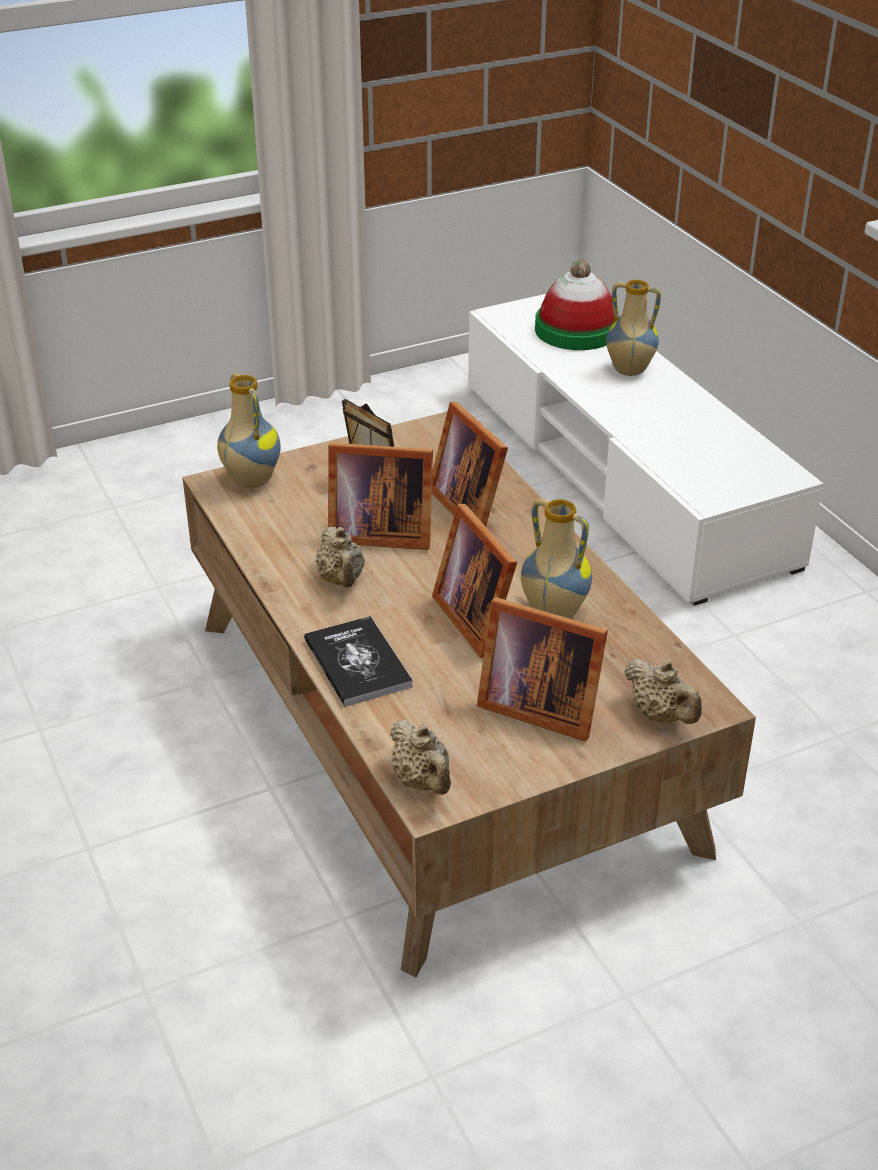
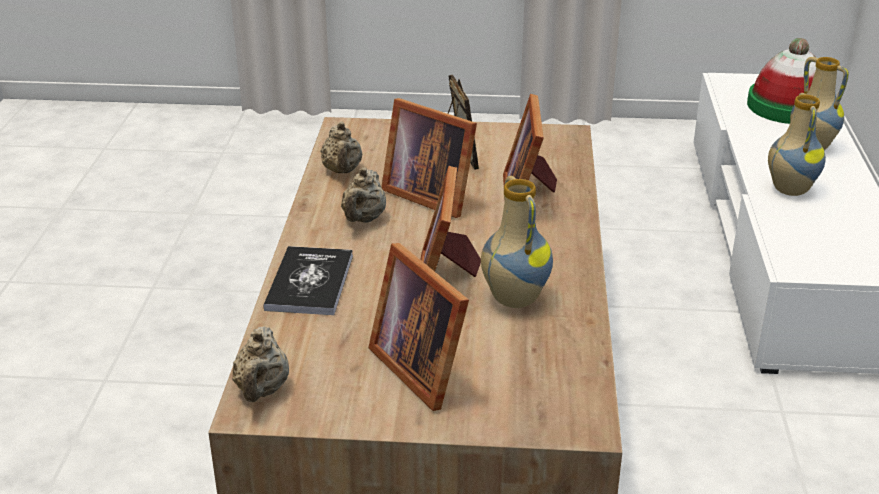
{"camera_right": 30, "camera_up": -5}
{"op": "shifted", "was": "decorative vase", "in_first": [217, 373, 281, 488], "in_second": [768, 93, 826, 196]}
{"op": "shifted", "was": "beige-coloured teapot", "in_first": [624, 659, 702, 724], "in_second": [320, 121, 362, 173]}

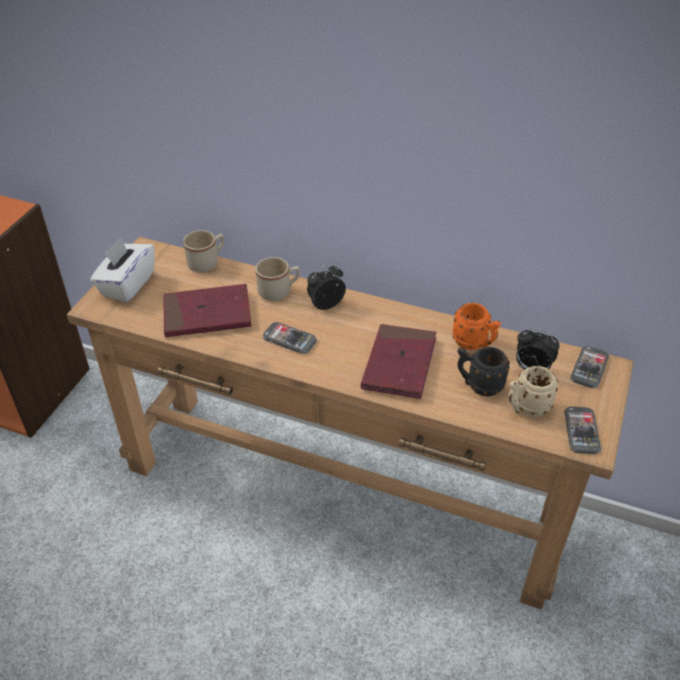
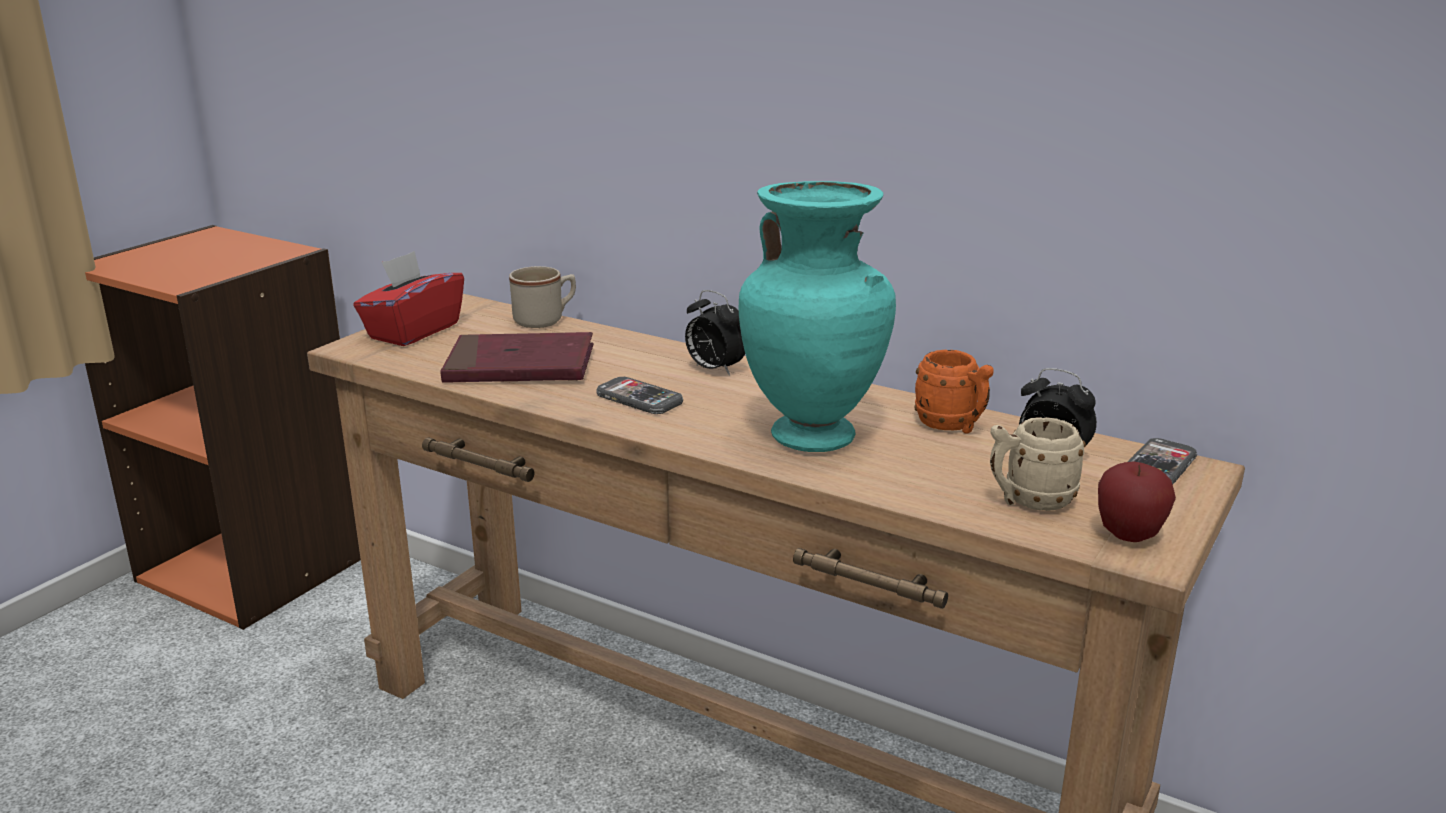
{"camera_right": 10, "camera_up": -20}
{"op": "repainted", "was": "whitish tissue box", "now": "red tissue box", "in_first": [90, 237, 155, 302], "in_second": [353, 251, 464, 346]}
{"op": "gone", "was": "beige-coloured coffee mug", "in_first": [255, 257, 300, 301]}
{"op": "rotated", "was": "table clock", "in_first": [307, 264, 346, 310], "in_second": [685, 290, 745, 376], "clockwise": -120}
{"op": "swapped", "was": "red book", "now": "turquoise decorative vase", "in_first": [361, 324, 436, 399], "in_second": [739, 181, 896, 452]}
{"op": "gone", "was": "black coffee mug", "in_first": [457, 347, 510, 396]}
{"op": "swapped", "was": "phone", "now": "apple fruit", "in_first": [564, 407, 601, 454], "in_second": [1098, 461, 1176, 542]}

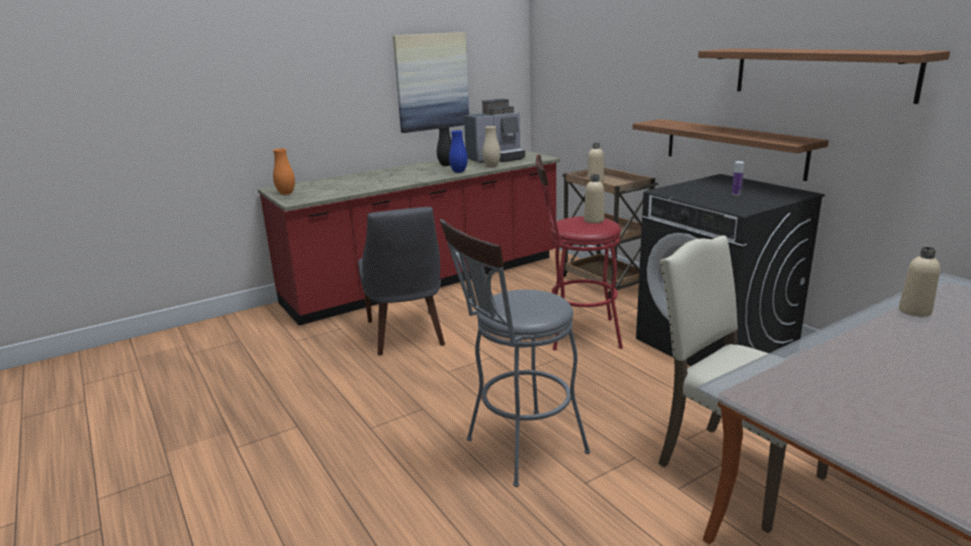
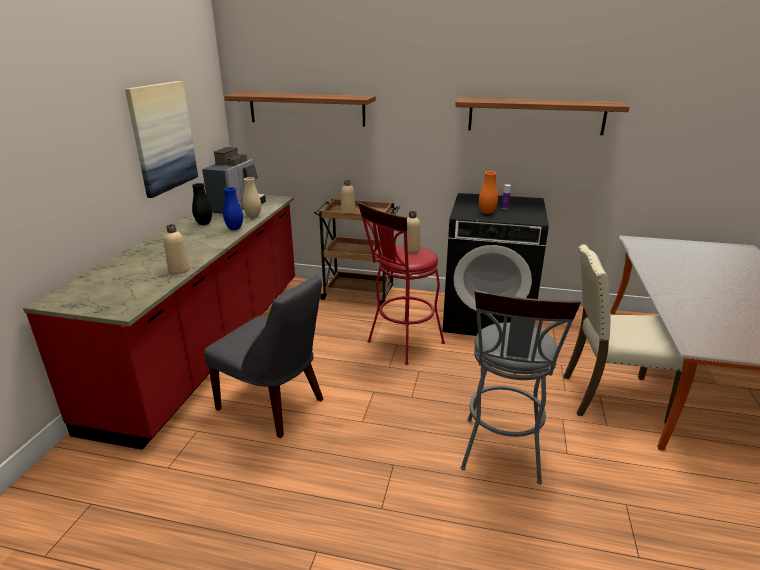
{"camera_right": -45, "camera_up": 5}
{"op": "shifted", "was": "bracket shelf", "in_first": [633, 119, 829, 181], "in_second": [224, 92, 376, 126]}
{"op": "shifted", "was": "orange-coloured decorative vase", "in_first": [273, 148, 295, 195], "in_second": [479, 171, 498, 214]}
{"op": "shifted", "was": "beige-coloured drink bottle", "in_first": [899, 247, 940, 317], "in_second": [164, 224, 190, 274]}

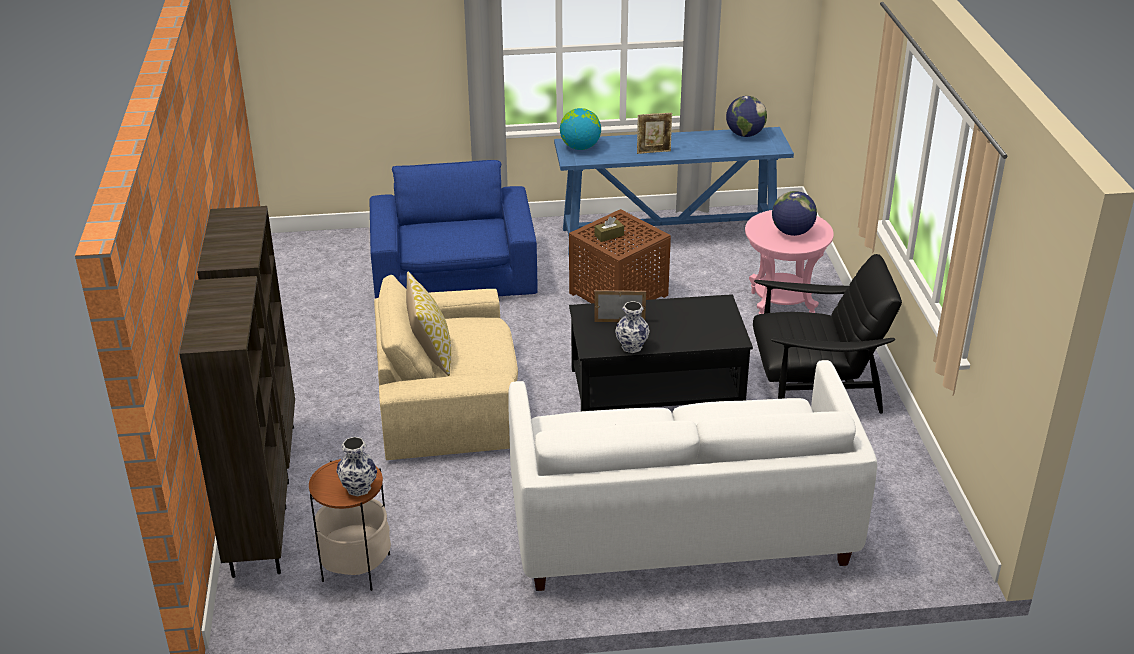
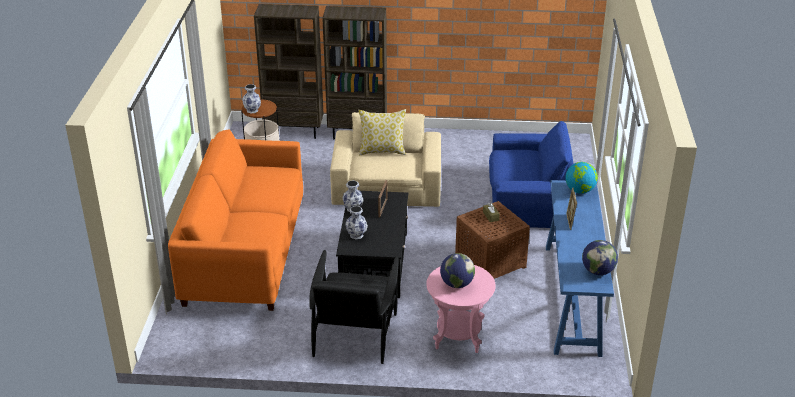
{"camera_right": 100, "camera_up": 0}
{"op": "repainted", "was": "whitish couch", "now": "orange-coloured couch", "in_first": [508, 360, 877, 591], "in_second": [168, 130, 303, 311]}
{"op": "new", "now": "decorative vase", "in_second": [345, 206, 368, 239]}

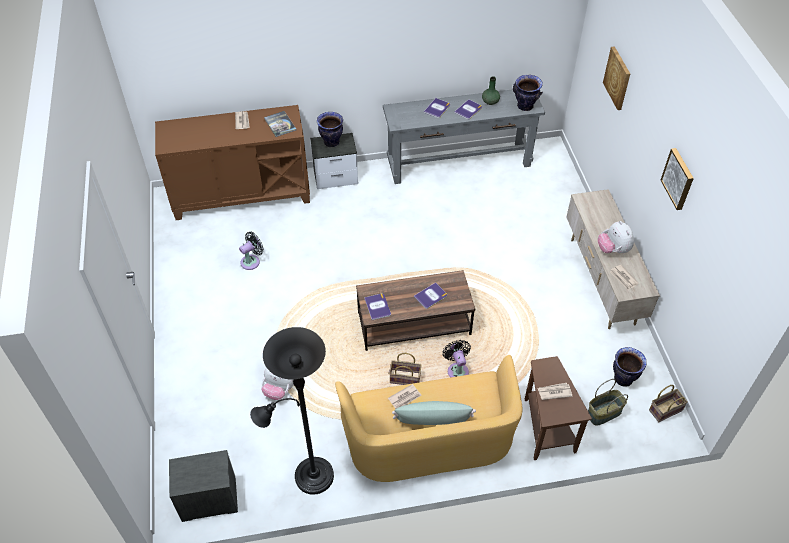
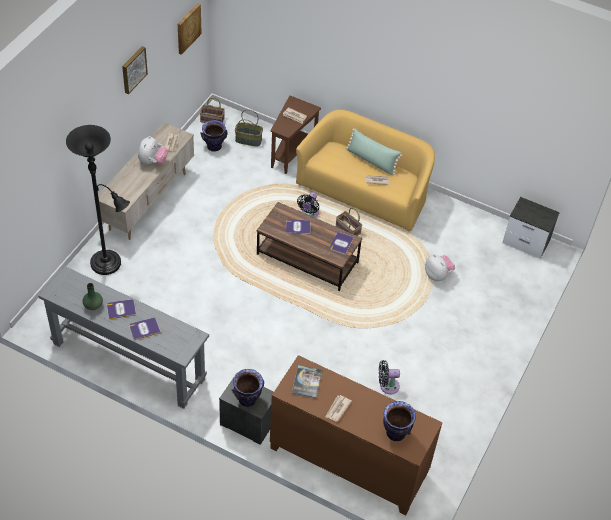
{"camera_right": -145, "camera_up": 0}
{"op": "shifted", "was": "wall picture", "in_first": [603, 46, 630, 110], "in_second": [178, 3, 202, 55]}
{"op": "shifted", "was": "decorative vase", "in_first": [513, 75, 543, 111], "in_second": [383, 401, 416, 441]}
{"op": "shifted", "was": "black standard lamp", "in_first": [250, 327, 334, 495], "in_second": [66, 125, 130, 275]}

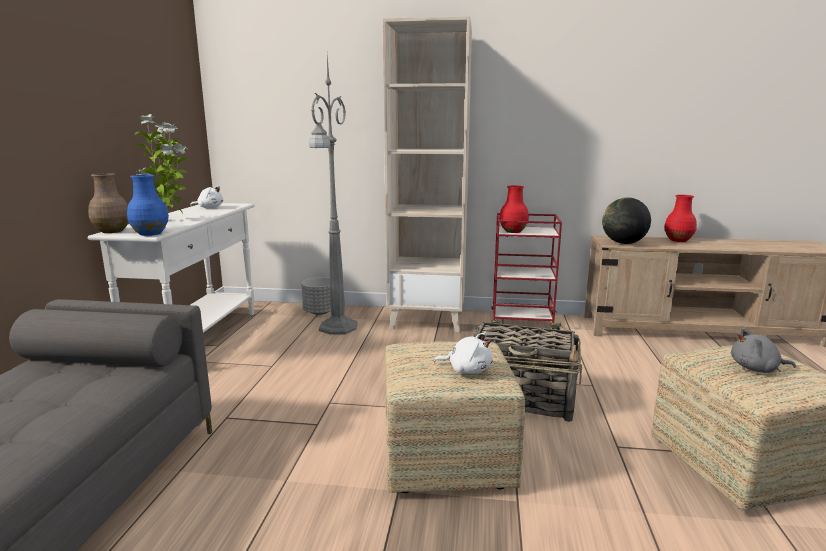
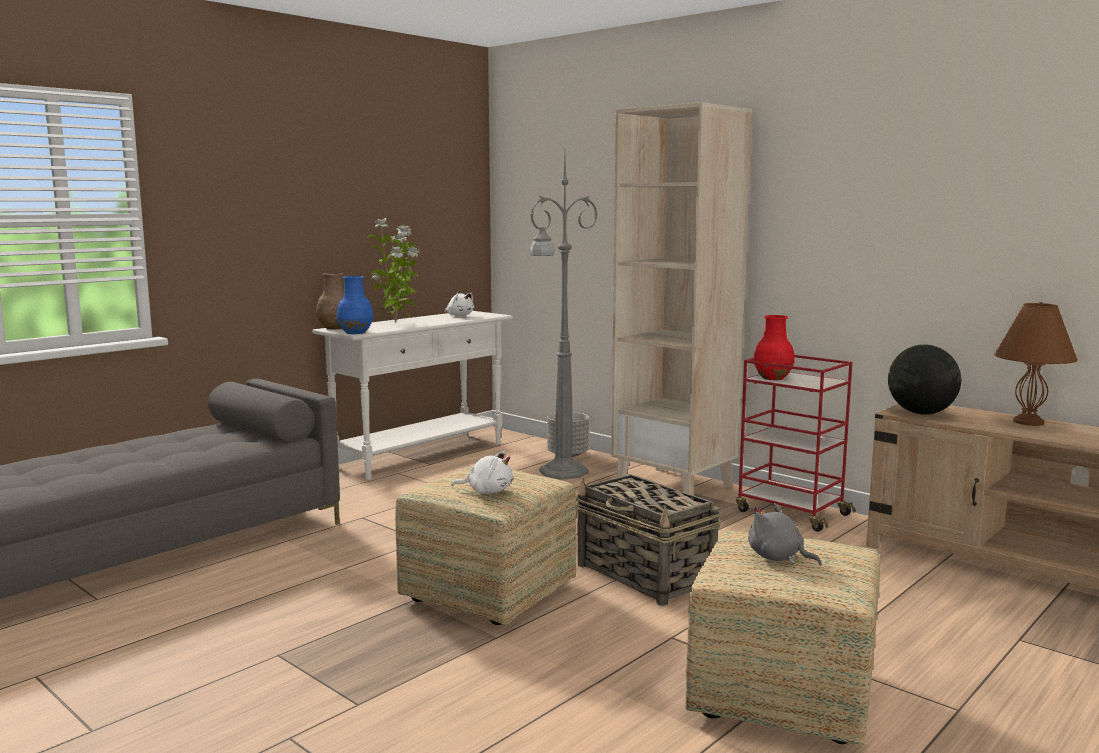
{"camera_right": 35, "camera_up": -5}
{"op": "swapped", "was": "red decorative vase", "now": "brown-coloured table lamp", "in_first": [664, 195, 697, 242], "in_second": [994, 302, 1078, 426]}
{"op": "rotated", "was": "whitish plush toy", "in_first": [434, 332, 493, 374], "in_second": [452, 451, 513, 493], "clockwise": -45}

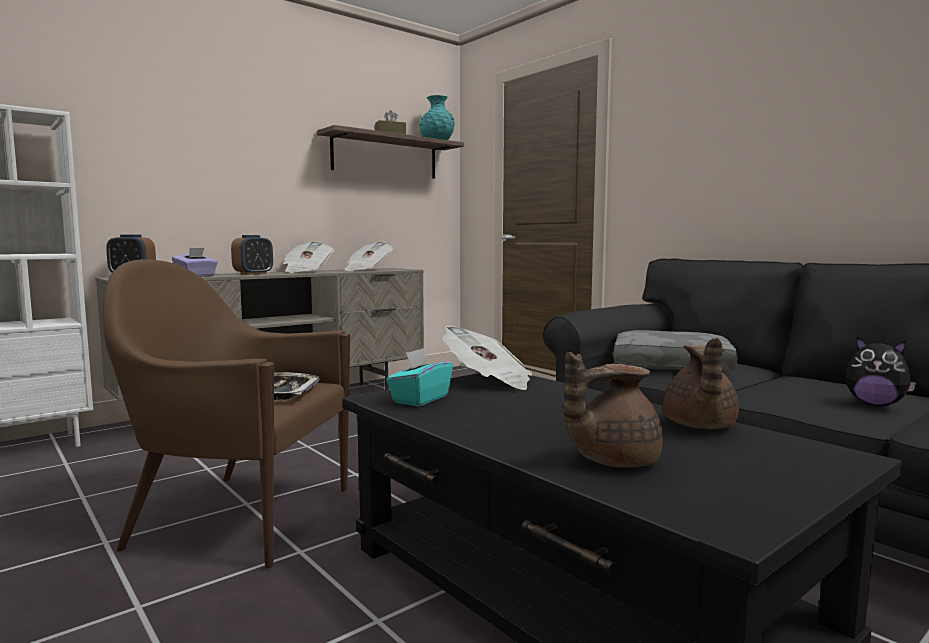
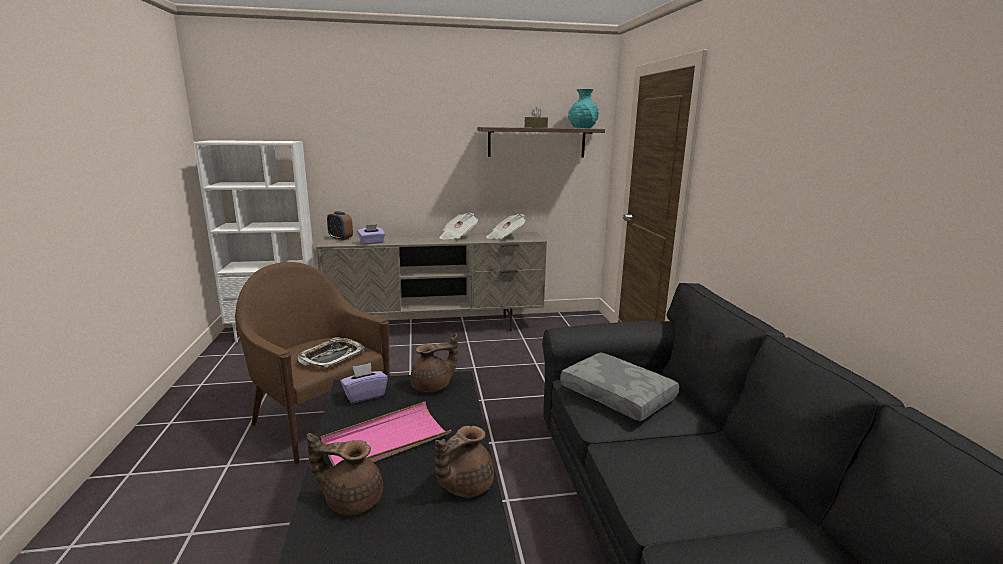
{"camera_right": 30, "camera_up": 10}
{"op": "gone", "was": "table clock", "in_first": [231, 235, 273, 275]}
{"op": "swapped", "was": "printed paper", "now": "brown-coloured teapot", "in_first": [442, 326, 532, 390], "in_second": [410, 333, 458, 392]}
{"op": "gone", "was": "plush toy", "in_first": [846, 337, 917, 406]}
{"op": "repainted", "was": "turquoise tissue box", "now": "purple-coloured tissue box", "in_first": [386, 348, 453, 407], "in_second": [340, 363, 388, 403]}
{"op": "new", "now": "pink-coloured tray", "in_second": [321, 402, 452, 466]}

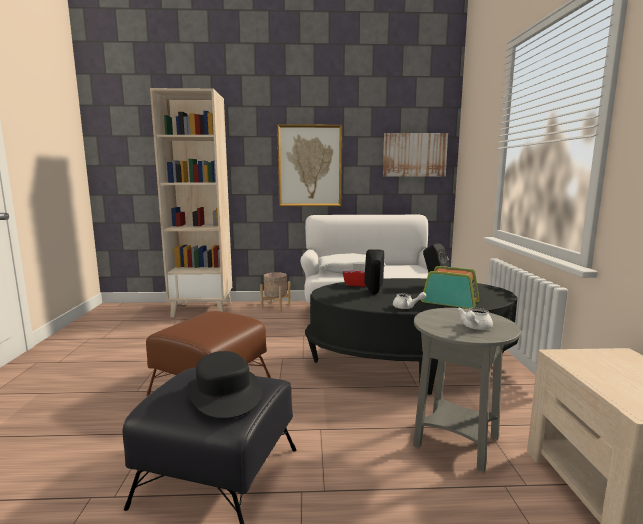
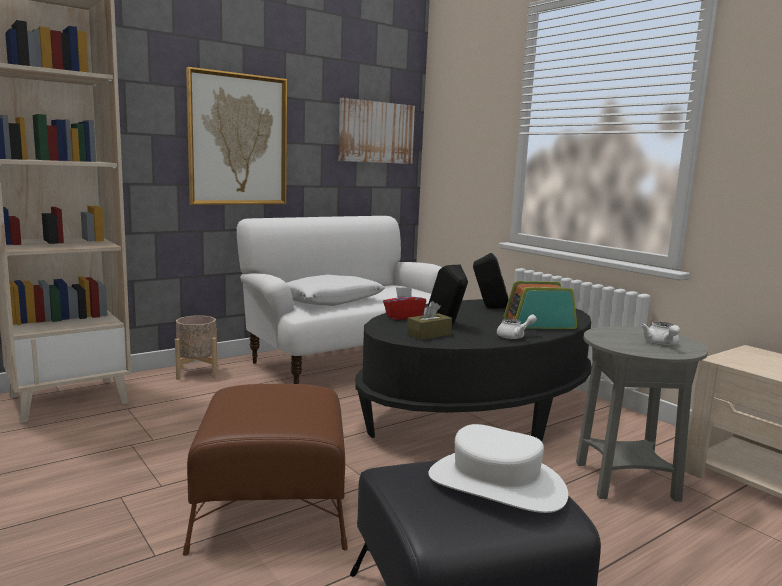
{"camera_right": -35, "camera_up": 0}
{"op": "repainted", "was": "black clothing hat", "now": "whitish clothing hat", "in_first": [187, 351, 262, 419], "in_second": [428, 424, 568, 513]}
{"op": "new", "now": "brown-coloured tissue box", "in_second": [407, 301, 452, 340]}

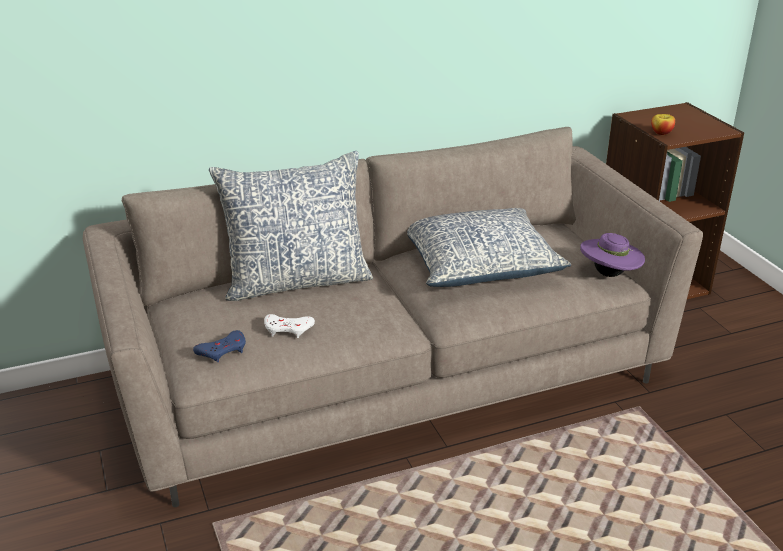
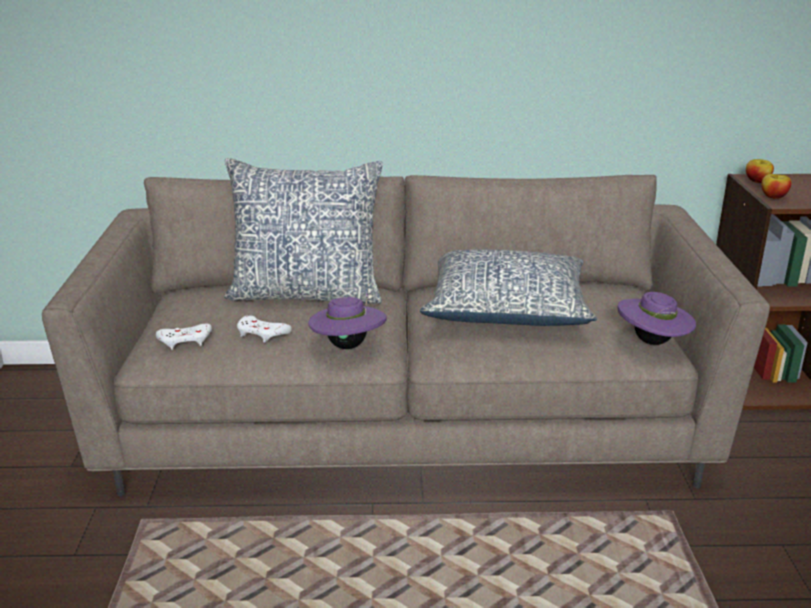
{"camera_right": 20, "camera_up": -5}
{"op": "repainted", "was": "blue game controller", "now": "whitish game controller", "in_first": [193, 330, 246, 362], "in_second": [156, 324, 212, 350]}
{"op": "new", "now": "apple fruit", "in_second": [746, 159, 774, 183]}
{"op": "new", "now": "purple-coloured clothing hat", "in_second": [308, 294, 387, 349]}

